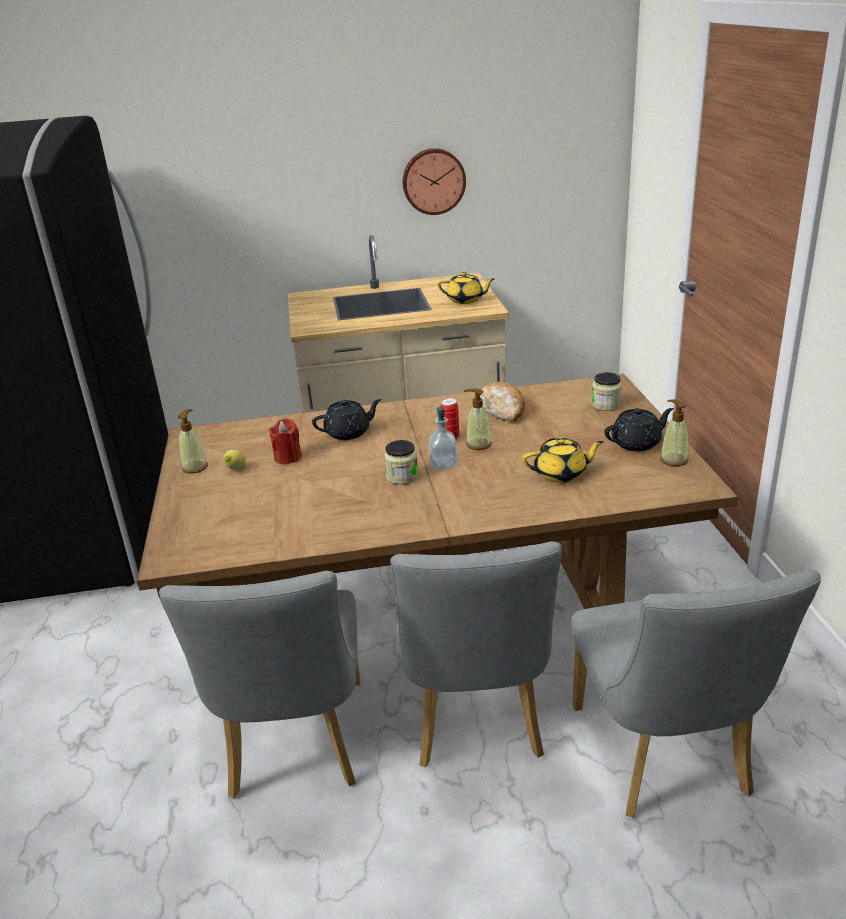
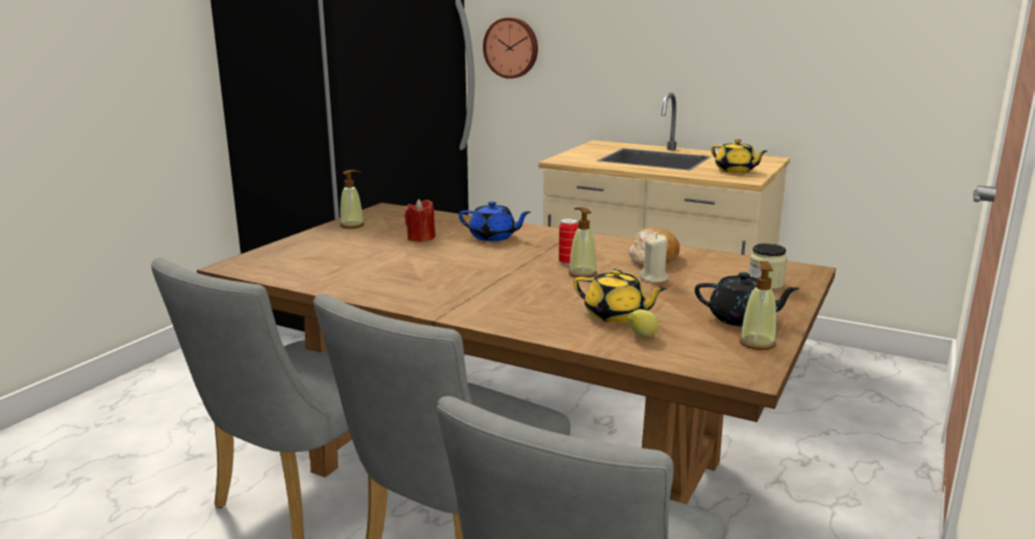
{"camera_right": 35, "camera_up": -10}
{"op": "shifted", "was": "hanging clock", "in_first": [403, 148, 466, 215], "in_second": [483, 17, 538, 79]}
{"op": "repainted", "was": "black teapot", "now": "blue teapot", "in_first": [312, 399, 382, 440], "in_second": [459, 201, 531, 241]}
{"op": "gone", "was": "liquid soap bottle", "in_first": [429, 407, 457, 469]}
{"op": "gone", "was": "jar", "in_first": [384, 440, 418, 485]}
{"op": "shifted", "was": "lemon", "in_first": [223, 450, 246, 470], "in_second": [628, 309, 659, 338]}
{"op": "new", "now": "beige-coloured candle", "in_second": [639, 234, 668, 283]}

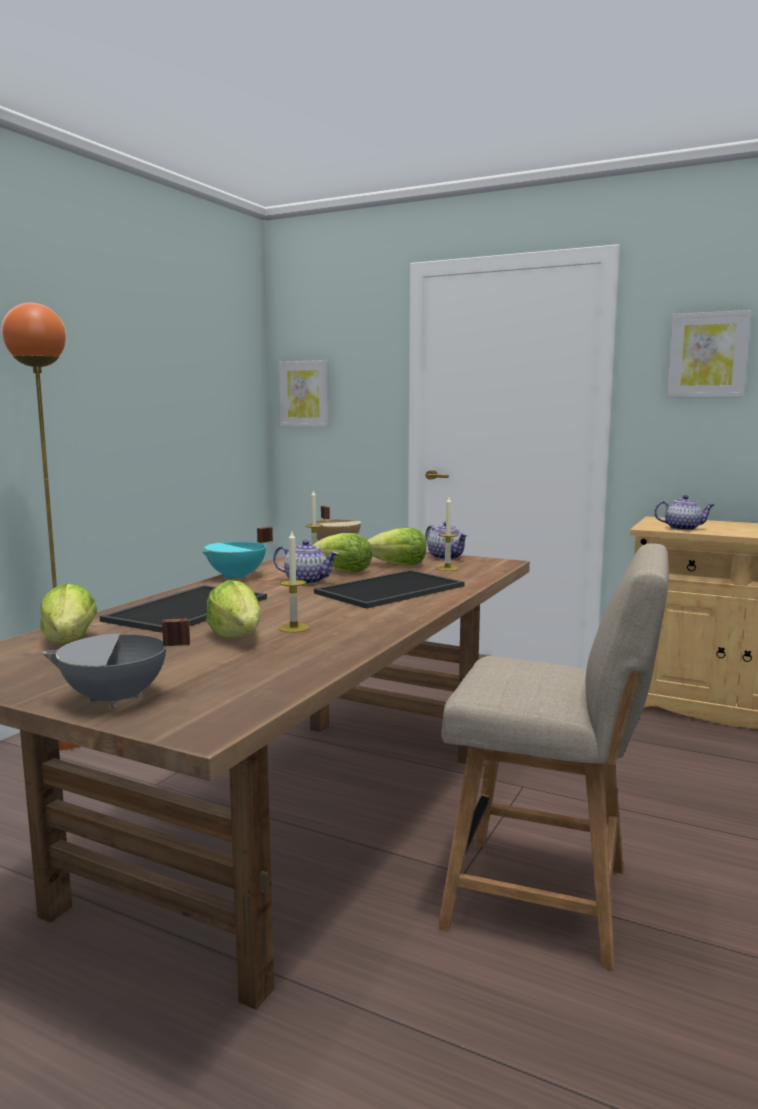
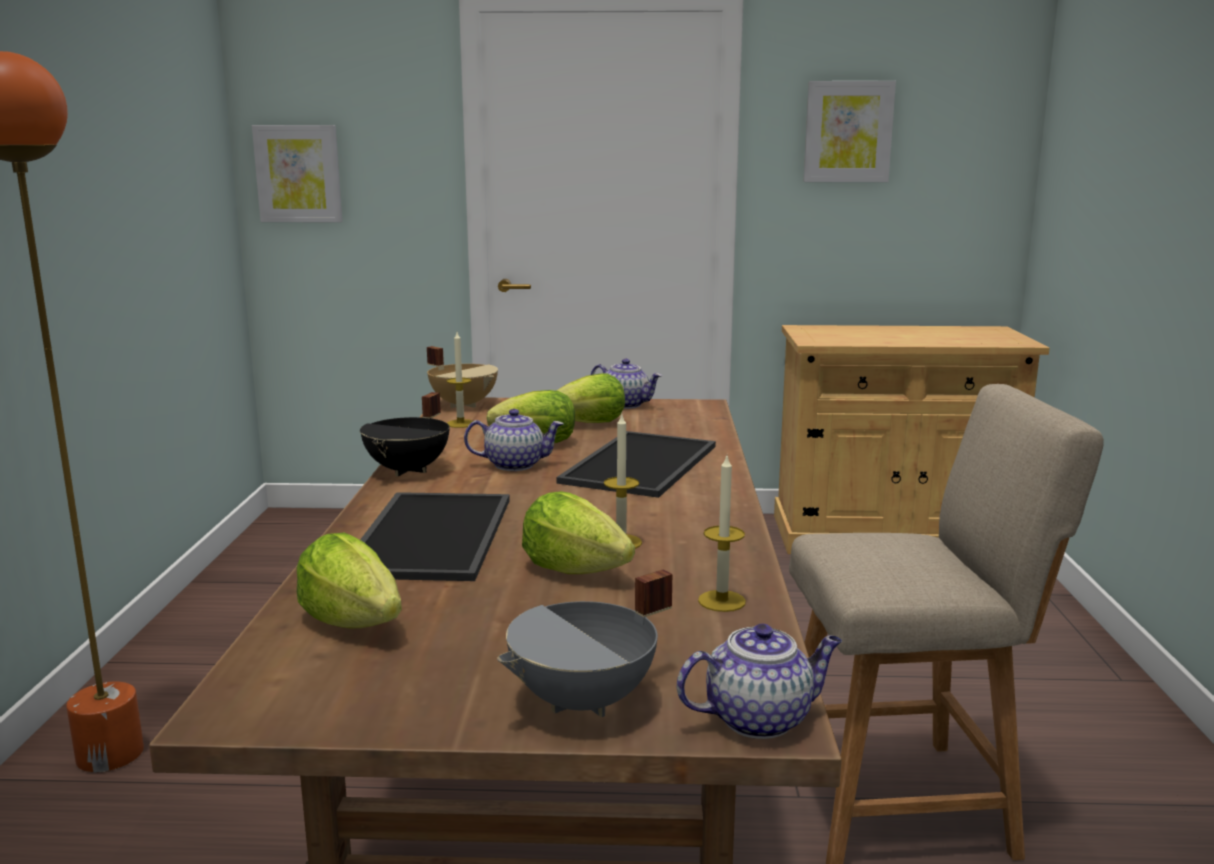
{"camera_right": -25, "camera_up": 5}
{"op": "shifted", "was": "teapot", "in_first": [654, 495, 714, 530], "in_second": [677, 624, 842, 739]}
{"op": "shifted", "was": "candle", "in_first": [436, 497, 459, 571], "in_second": [698, 456, 746, 612]}
{"op": "repainted", "was": "turquoise stockpot", "now": "black stockpot", "in_first": [202, 527, 273, 579], "in_second": [360, 392, 450, 477]}

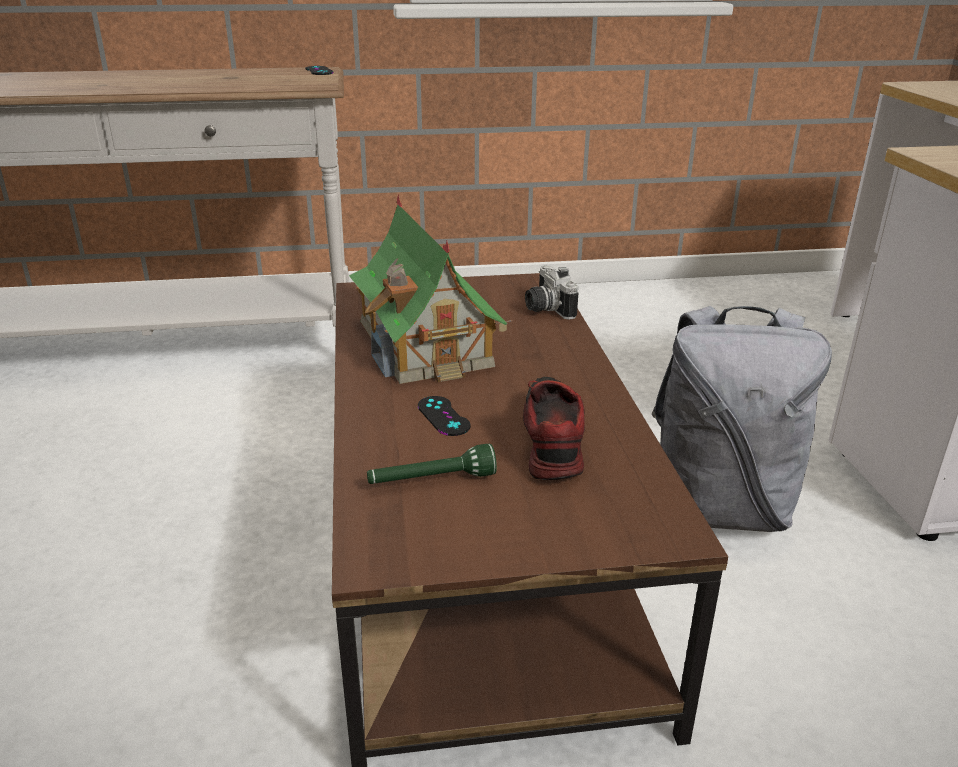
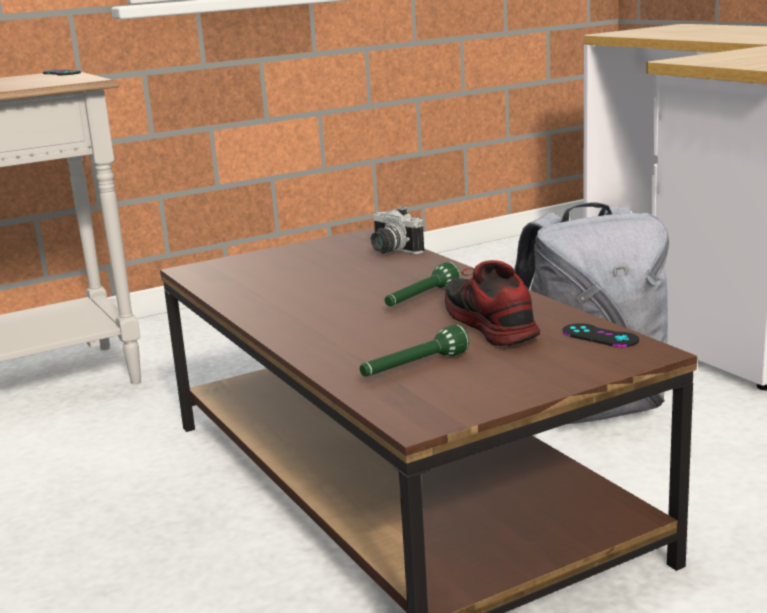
{"camera_right": -20, "camera_up": -10}
{"op": "gone", "was": "toy house", "in_first": [349, 194, 512, 384]}
{"op": "shifted", "was": "black game controller", "in_first": [418, 396, 470, 436], "in_second": [562, 323, 639, 347]}
{"op": "new", "now": "greenish torch", "in_second": [384, 262, 460, 306]}

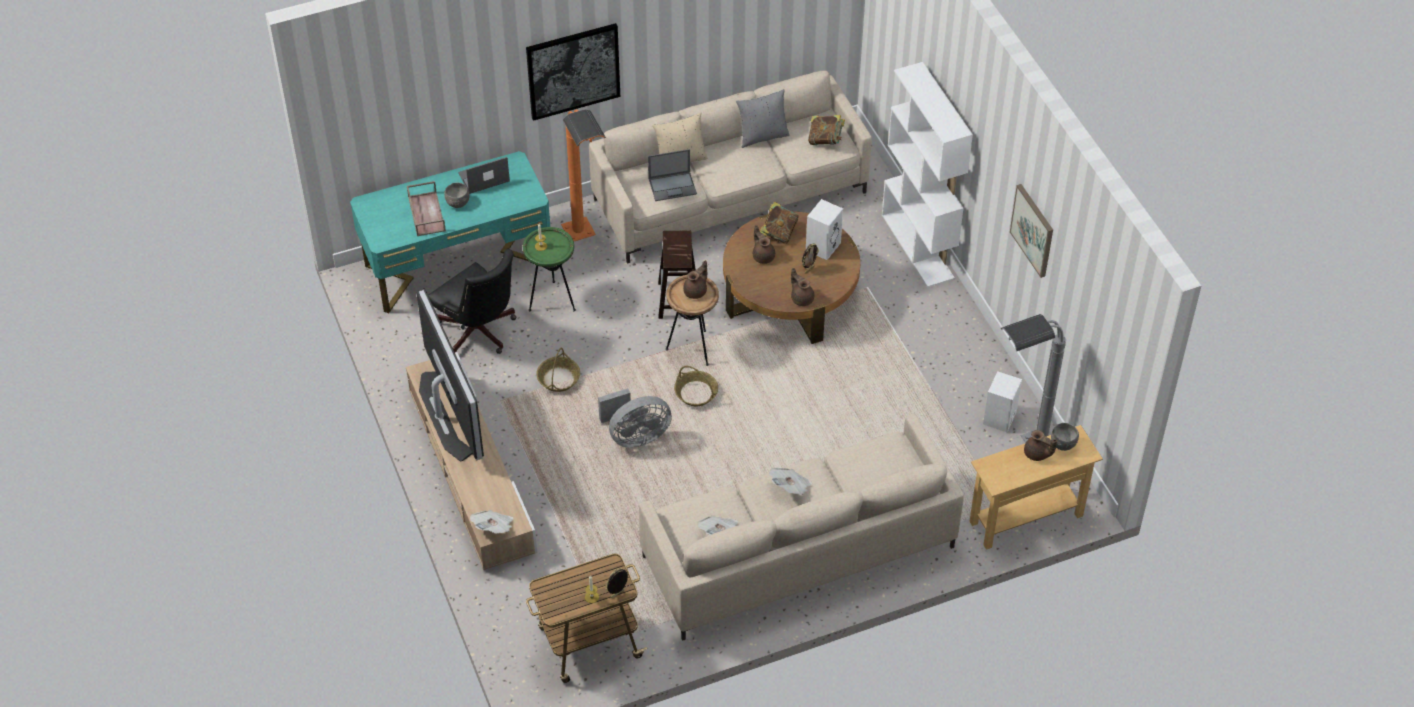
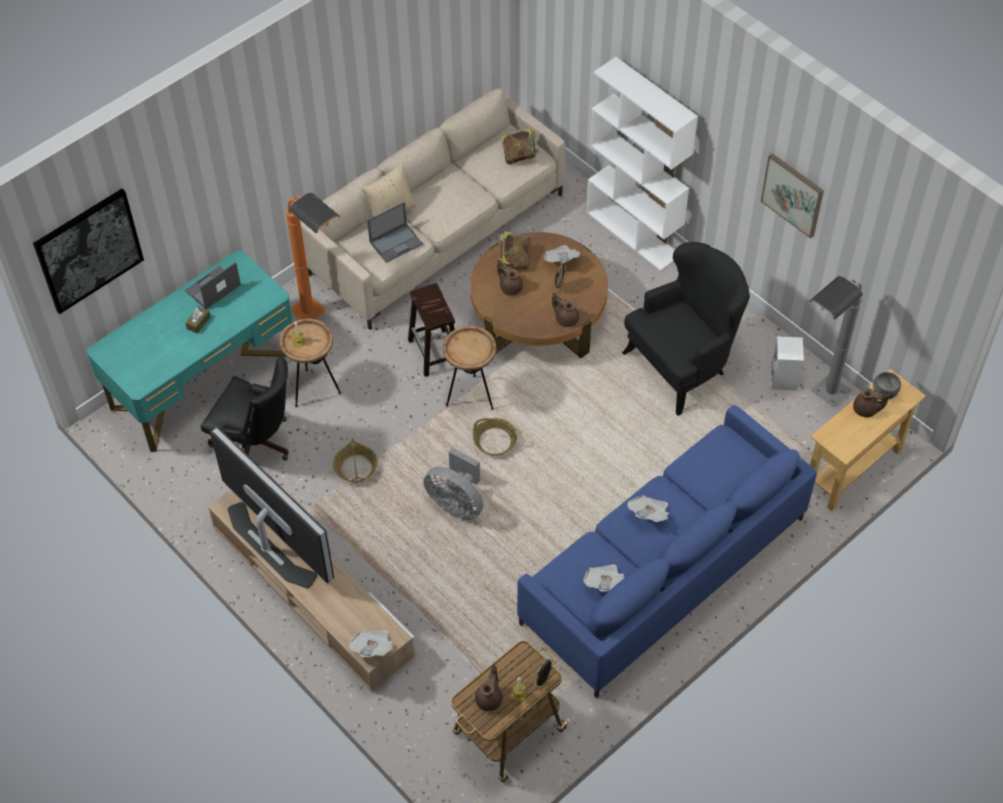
{"camera_right": -20, "camera_up": 5}
{"op": "shifted", "was": "wall picture", "in_first": [526, 23, 620, 121], "in_second": [33, 188, 144, 314]}
{"op": "gone", "was": "gray pillow", "in_first": [736, 89, 790, 148]}
{"op": "gone", "was": "brown-coloured tray", "in_first": [407, 181, 446, 236]}
{"op": "swapped", "was": "gray deep dish", "now": "brown-coloured tissue box", "in_first": [444, 183, 470, 208], "in_second": [186, 306, 210, 334]}
{"op": "swapped", "was": "whitish loudspeaker", "now": "printed paper", "in_first": [806, 199, 843, 260], "in_second": [544, 245, 581, 262]}
{"op": "repainted", "was": "greenish side table", "now": "brown-coloured side table", "in_first": [523, 227, 576, 311], "in_second": [280, 319, 341, 407]}
{"op": "shifted", "was": "brown-coloured teapot", "in_first": [683, 260, 707, 299], "in_second": [475, 665, 503, 711]}
{"op": "rotated", "was": "gray cooling fan", "in_first": [598, 388, 672, 447], "in_second": [424, 448, 484, 520], "clockwise": 75}
{"op": "repainted", "was": "beige-coloured couch", "now": "blue couch", "in_first": [639, 415, 964, 641], "in_second": [517, 405, 817, 698]}
{"op": "new", "now": "black easy chair", "in_second": [622, 242, 750, 416]}

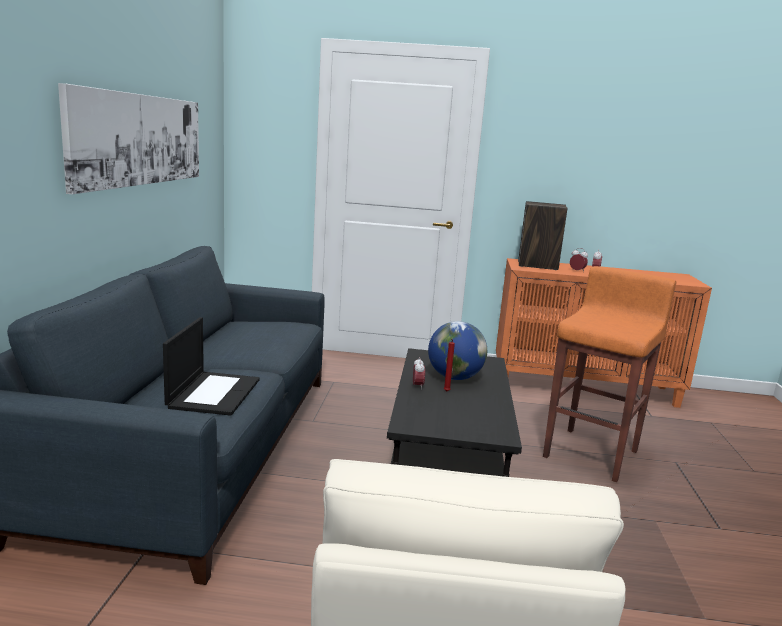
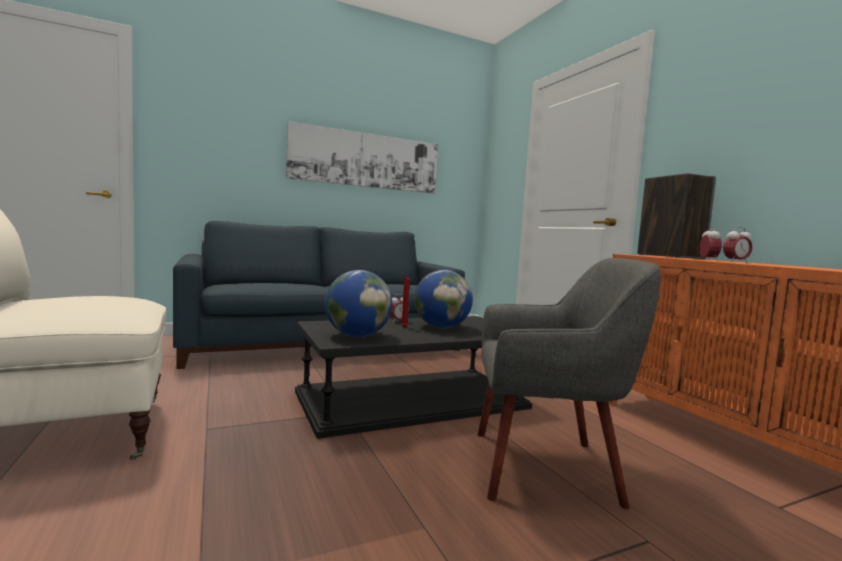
{"camera_right": 60, "camera_up": -10}
{"op": "swapped", "was": "orange-coloured stool seat", "now": "gray easy chair", "in_first": [543, 266, 676, 482], "in_second": [478, 258, 661, 509]}
{"op": "gone", "was": "laptop", "in_first": [163, 317, 260, 416]}
{"op": "new", "now": "globe", "in_second": [325, 270, 392, 337]}

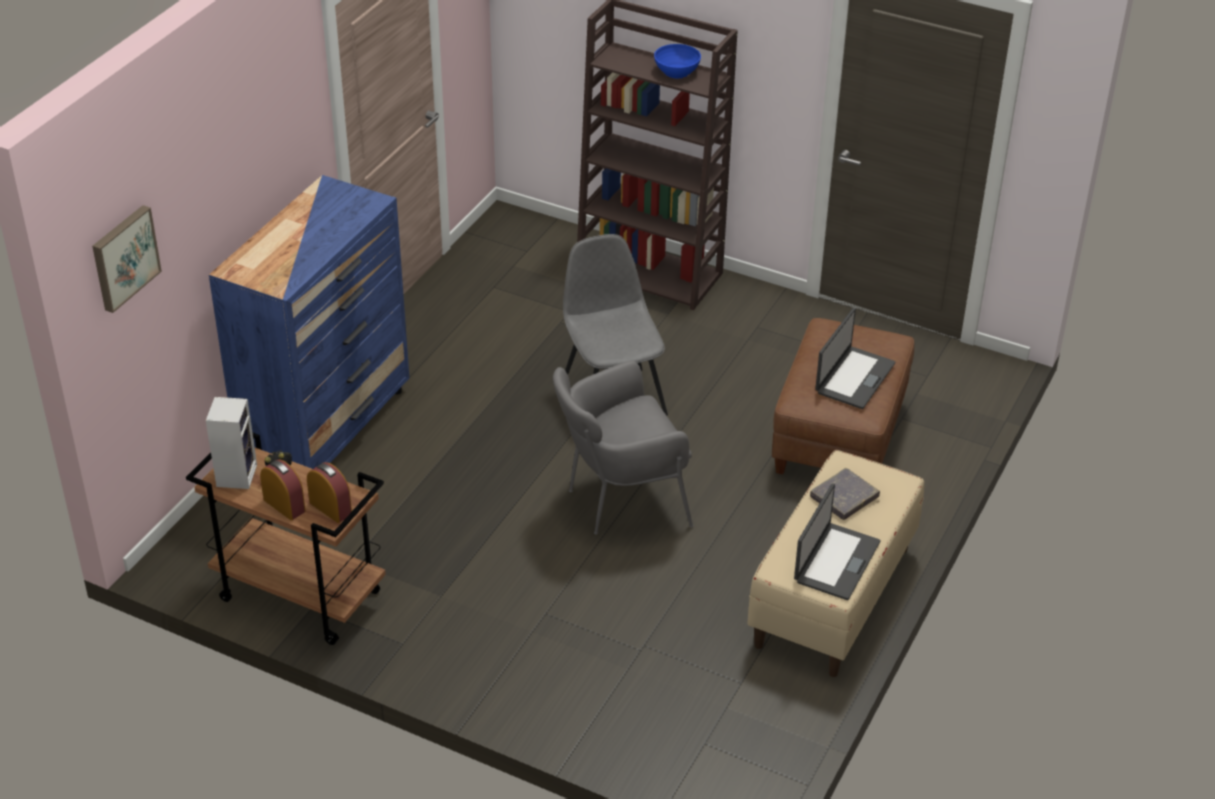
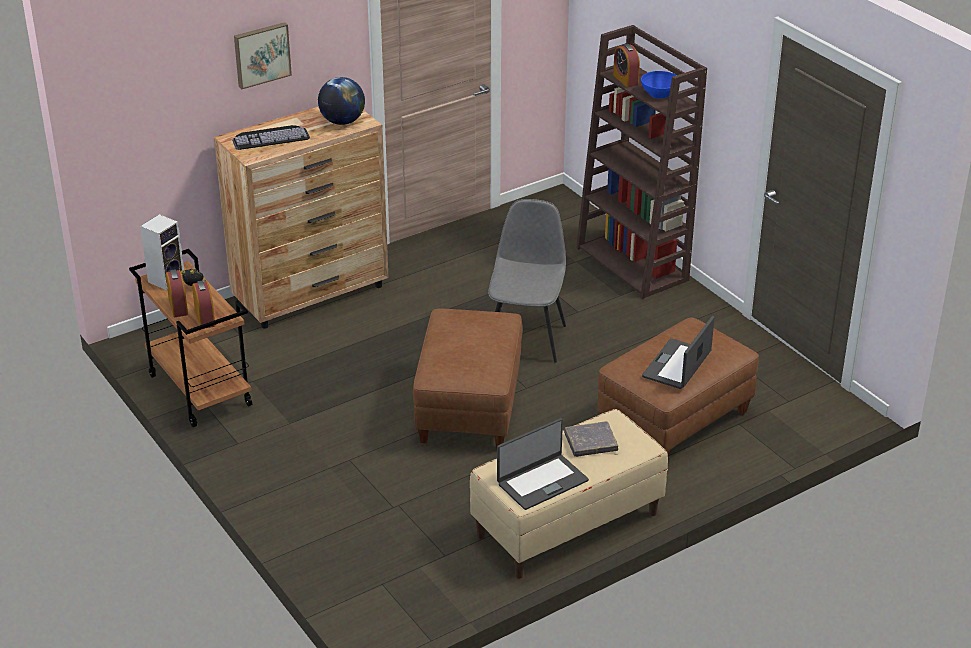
{"camera_right": 30, "camera_up": -5}
{"op": "repainted", "was": "blue chest of drawers", "now": "brown-coloured chest of drawers", "in_first": [209, 175, 409, 469], "in_second": [214, 106, 388, 329]}
{"op": "shifted", "was": "wall picture", "in_first": [92, 205, 162, 313], "in_second": [234, 22, 292, 89]}
{"op": "rotated", "was": "laptop", "in_first": [815, 308, 895, 409], "in_second": [642, 316, 715, 389], "clockwise": 150}
{"op": "swapped", "was": "gray easy chair", "now": "brown-coloured pouffe", "in_first": [553, 361, 694, 535], "in_second": [413, 309, 523, 449]}
{"op": "new", "now": "table clock", "in_second": [613, 44, 640, 87]}
{"op": "new", "now": "globe", "in_second": [318, 77, 365, 125]}
{"op": "new", "now": "keyboard", "in_second": [232, 125, 310, 150]}

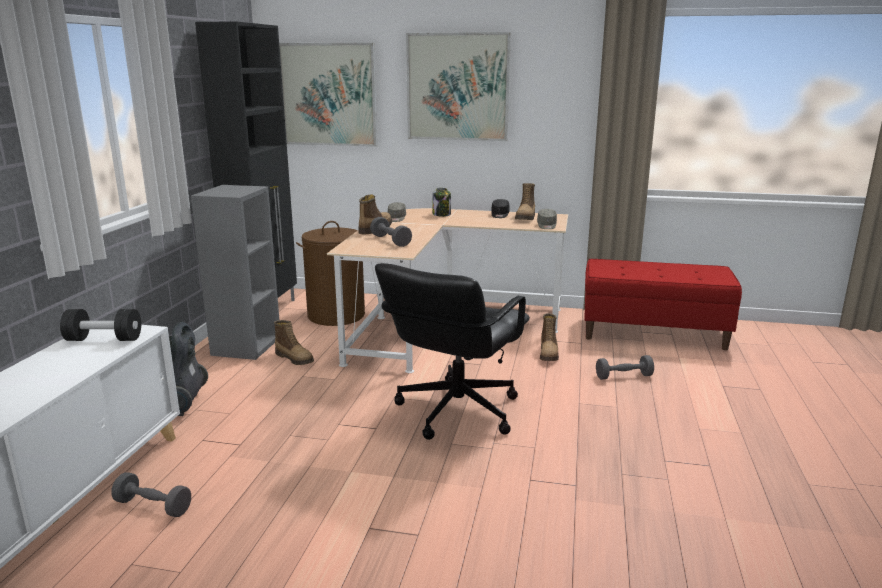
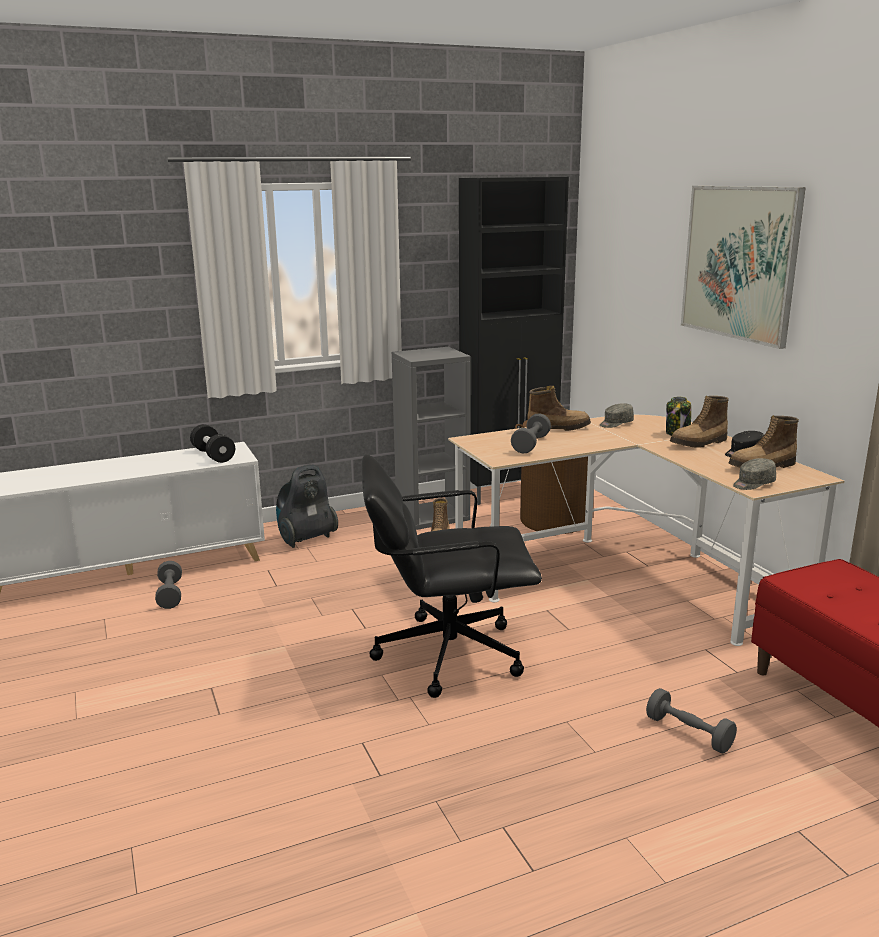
{"camera_right": 55, "camera_up": 0}
{"op": "gone", "was": "wall picture", "in_first": [279, 43, 378, 147]}
{"op": "shifted", "was": "high-top boot", "in_first": [540, 313, 559, 361], "in_second": [670, 396, 729, 448]}

